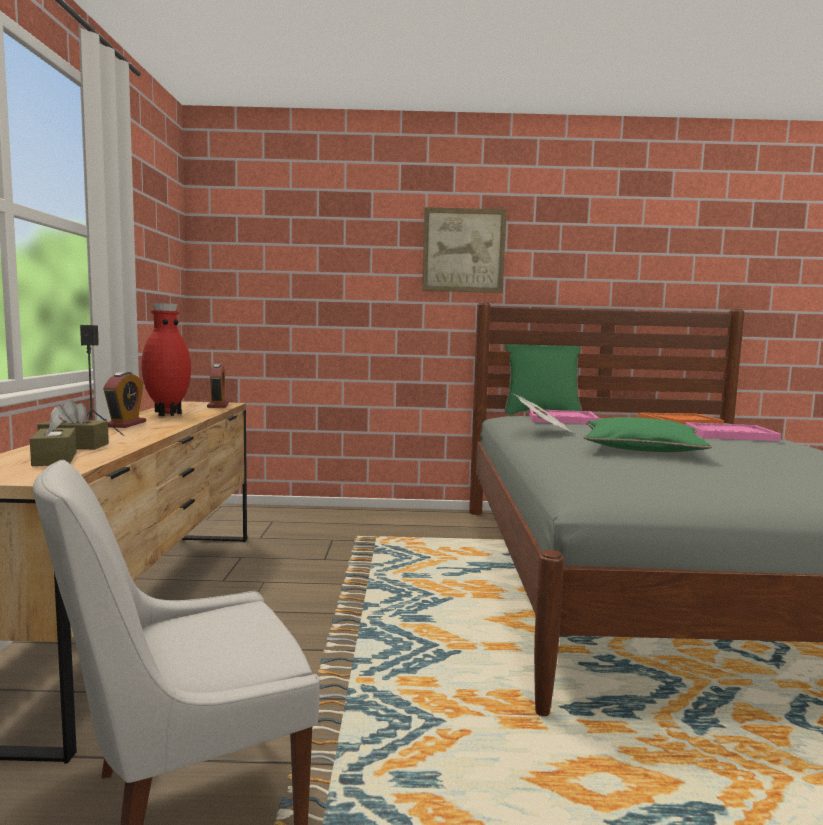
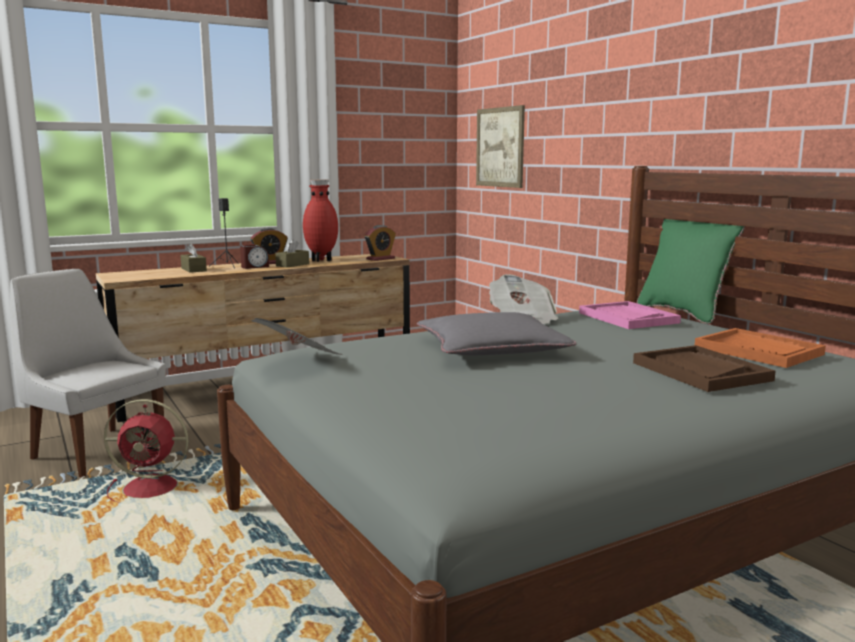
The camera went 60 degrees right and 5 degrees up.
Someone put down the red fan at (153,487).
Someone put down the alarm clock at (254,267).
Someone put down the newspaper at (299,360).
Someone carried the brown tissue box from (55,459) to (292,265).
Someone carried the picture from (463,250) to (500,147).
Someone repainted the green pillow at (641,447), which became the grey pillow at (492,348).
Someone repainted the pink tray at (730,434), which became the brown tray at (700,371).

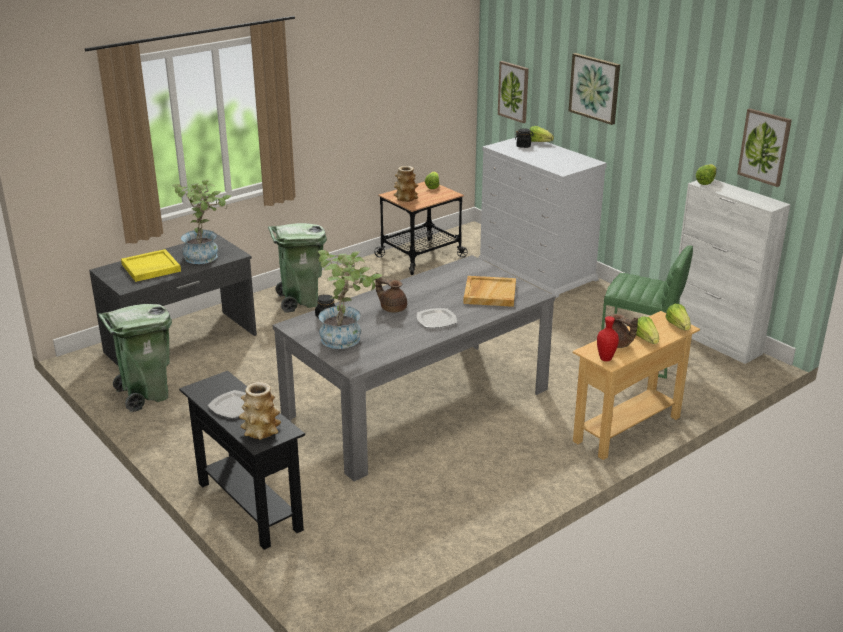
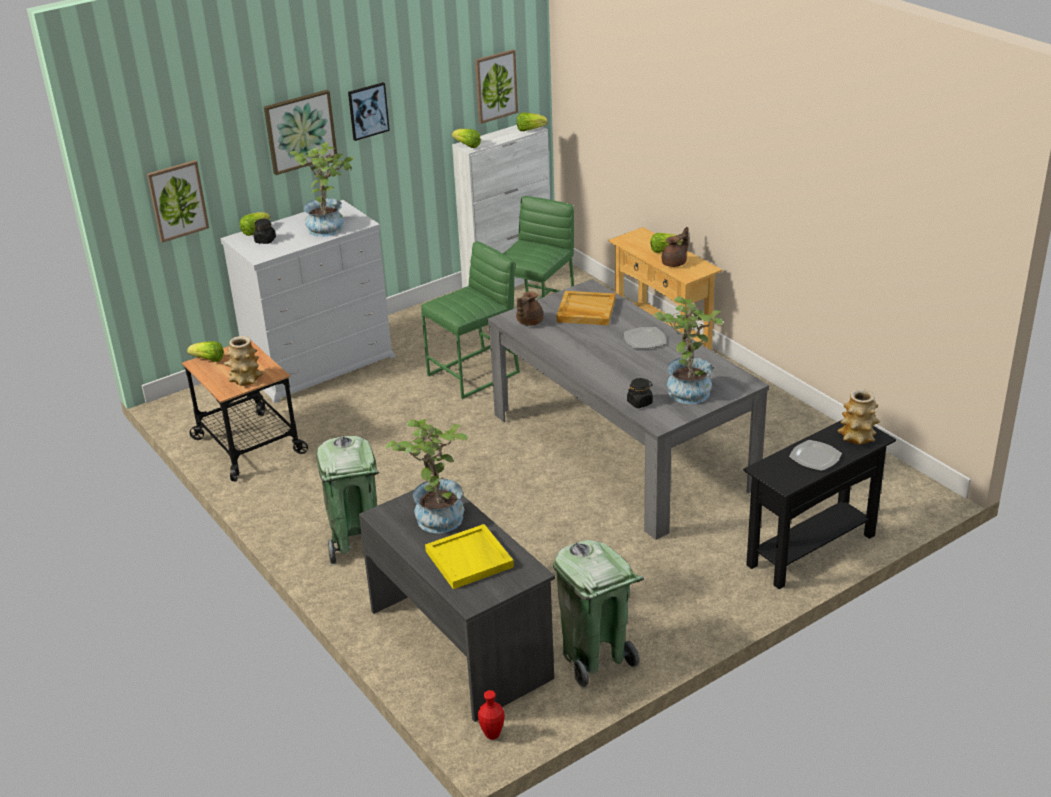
The camera went 85 degrees left and 5 degrees up.
Someone put down the potted plant at (330,226).
Someone put up the picture at (368,111).
Someone put down the green stool at (474,374).
Someone carried the brown teapot from (392,308) to (528,322).
Someone carried the red vase from (605,359) to (492,734).
Someone carried the lettuce from (678,326) to (530,130).

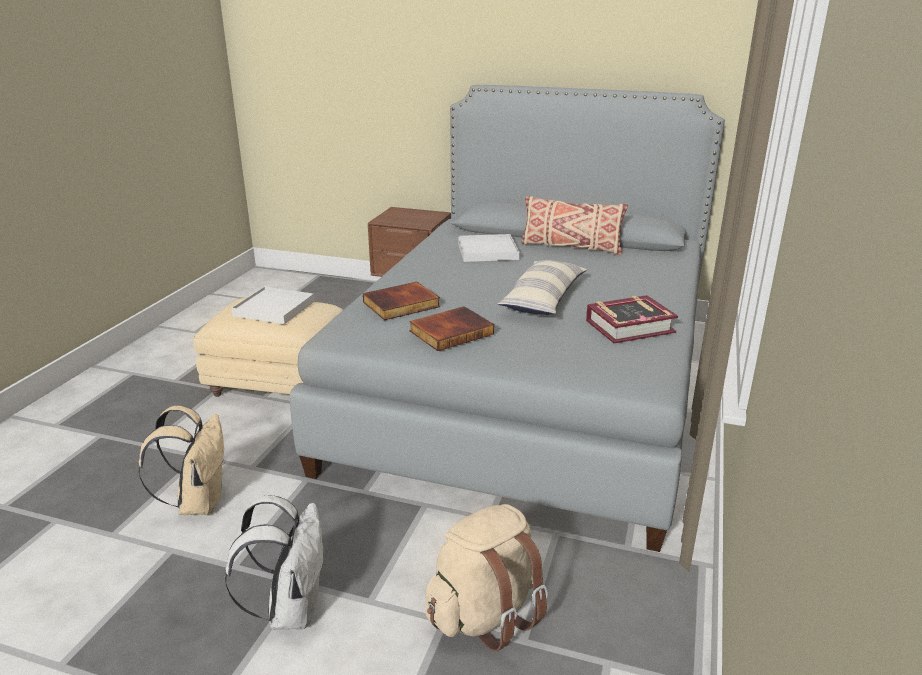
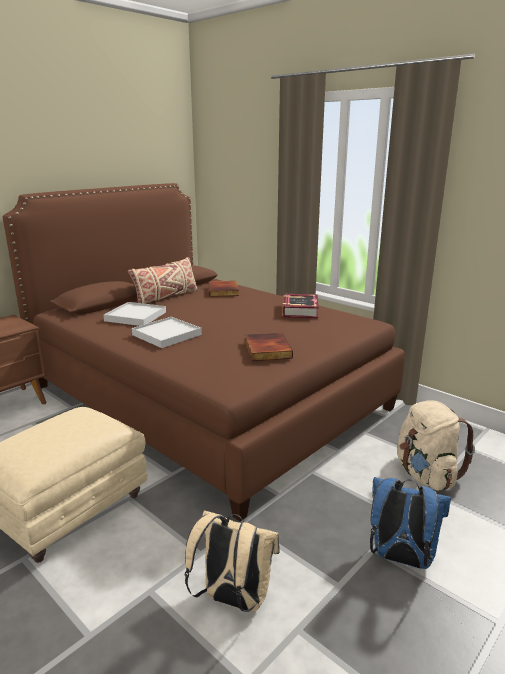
The camera went 65 degrees left and 5 degrees down.
Someone took away the pillow at (543,299).
Someone carried the white tray from (274,308) to (167,335).
Someone carried the book from (401,305) to (224,291).
Someone repainted the white backpack at (291,609), which became the blue backpack at (400,558).
Someone repainted the grey bed at (529,386), which became the brown bed at (206,397).

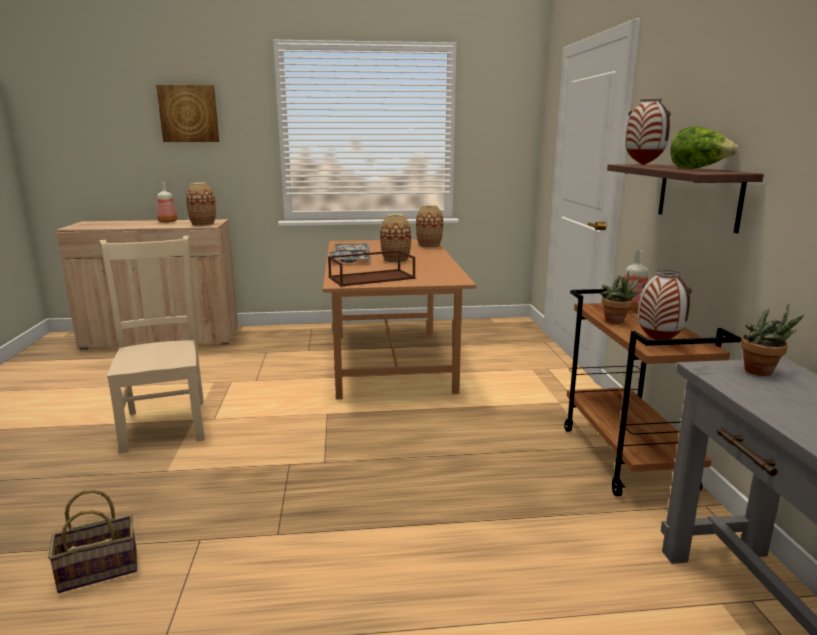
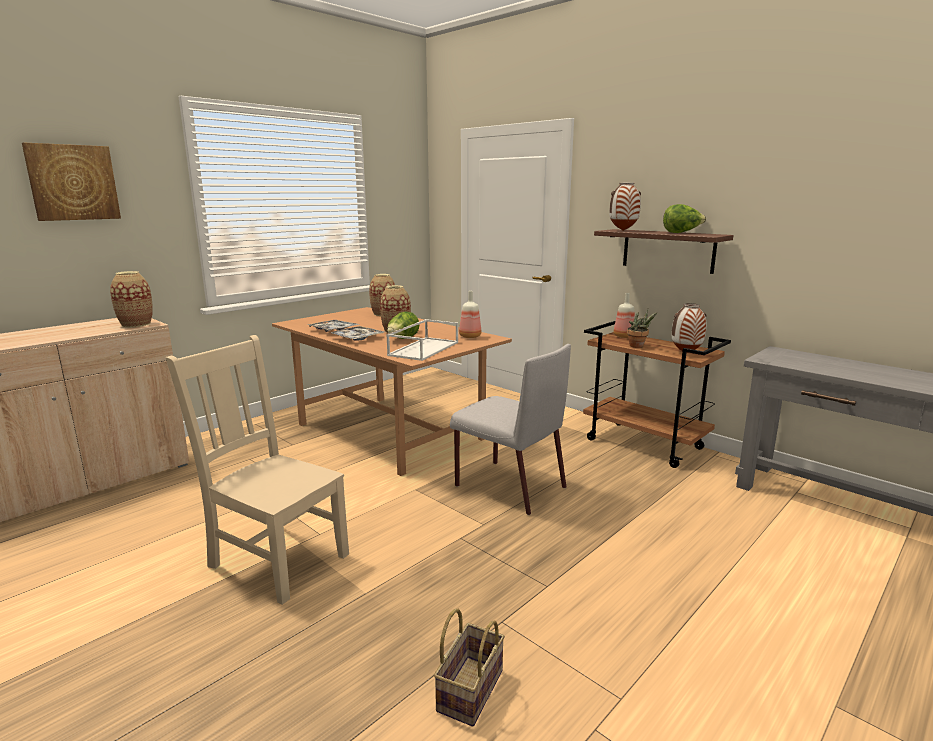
The camera went 40 degrees left and 0 degrees up.
Someone took away the potted plant at (762,372).
Someone put down the lettuce at (403,339).
Someone put down the grey chair at (508,486).
Someone carried the bottle from (167,222) to (469,336).
Someone repainted the brown tray at (372,277), which became the white tray at (423,348).

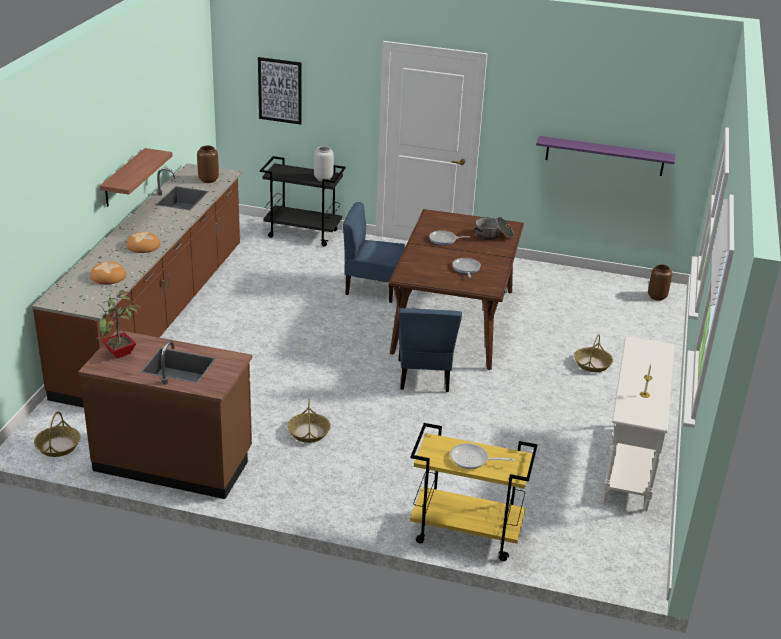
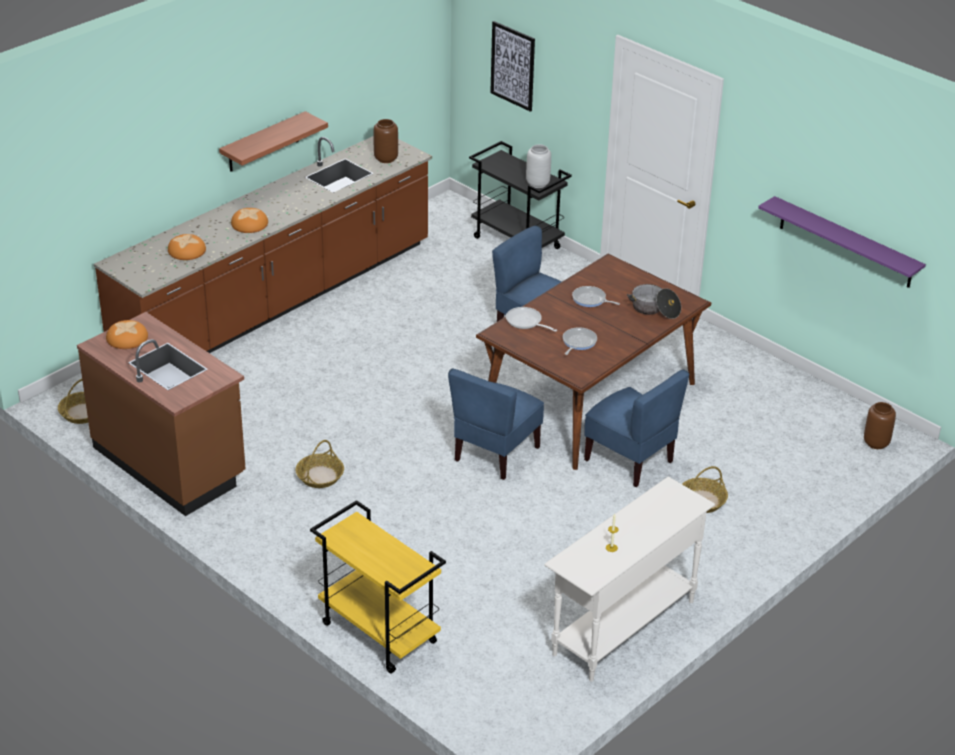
The camera went 30 degrees right and 5 degrees up.
Someone put down the blue chair at (630,460).
Someone carried the frying pan from (472,460) to (526,322).
Someone swapped the potted plant at (120,353) for the bread at (127,338).

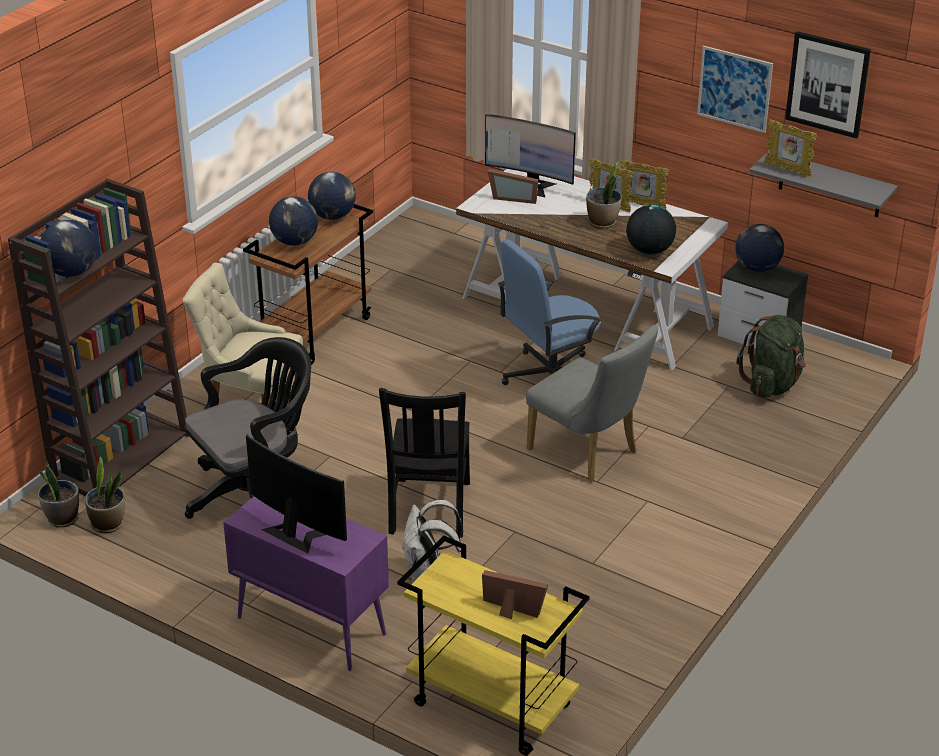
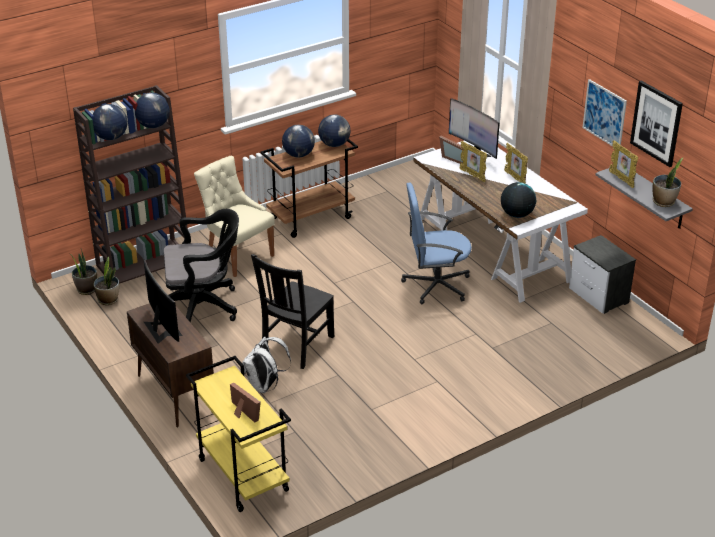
The camera went 25 degrees right and 0 degrees up.
Someone took away the grey chair at (589,453).
Someone took away the green backpack at (772,384).
Someone carried the potted plant from (602,222) to (664,202).
Someone carried the picture frame from (642,205) to (472,175).
Someone carried the globe from (757,268) to (153,126).
Someone repainted the purple cabinet at (310,625), which became the brown cabinet at (174,393).

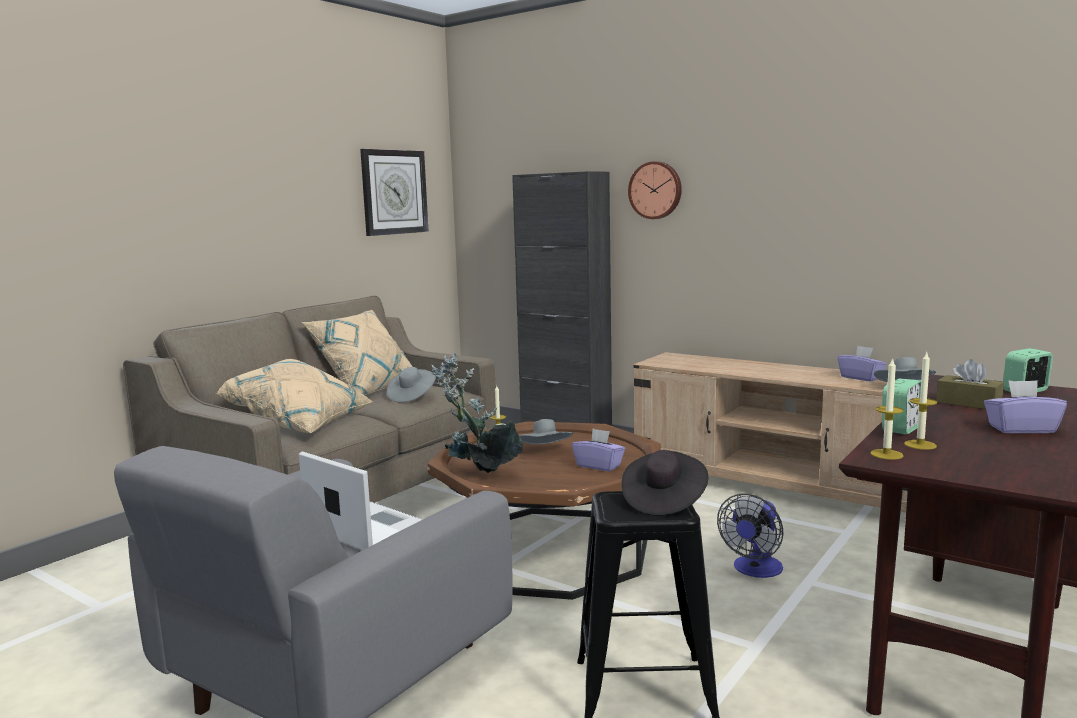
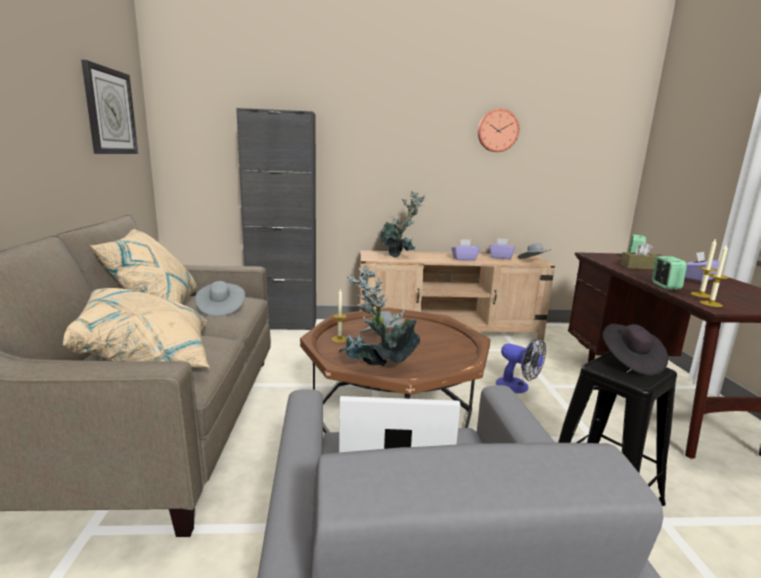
The camera went 40 degrees left and 5 degrees up.
Someone put down the potted plant at (399,256).
Someone carried the purple tissue box from (599,466) to (464,258).
Someone carried the wall clock from (656,190) to (497,130).
Someone rotated the fan at (755,570) by 45 degrees counterclockwise.

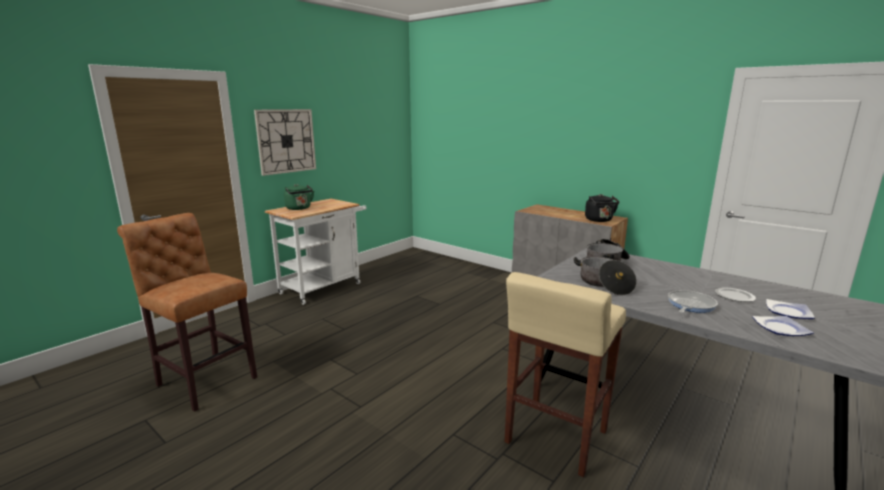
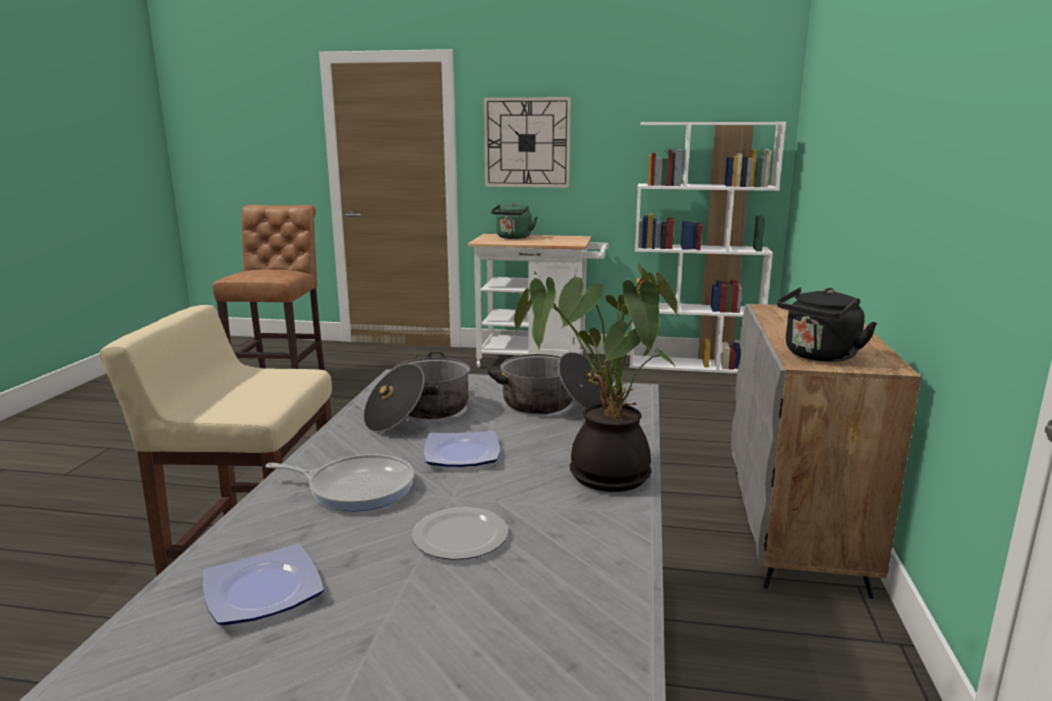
The camera went 60 degrees right and 0 degrees up.
Someone put down the potted plant at (602,475).
Someone put down the white bookcase at (693,365).
Someone carried the plate from (789,312) to (460,455).

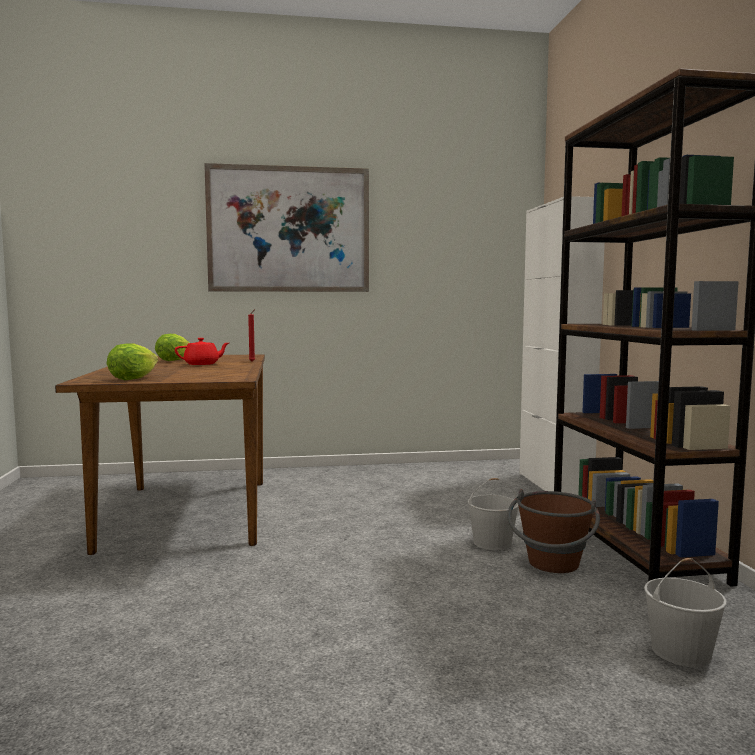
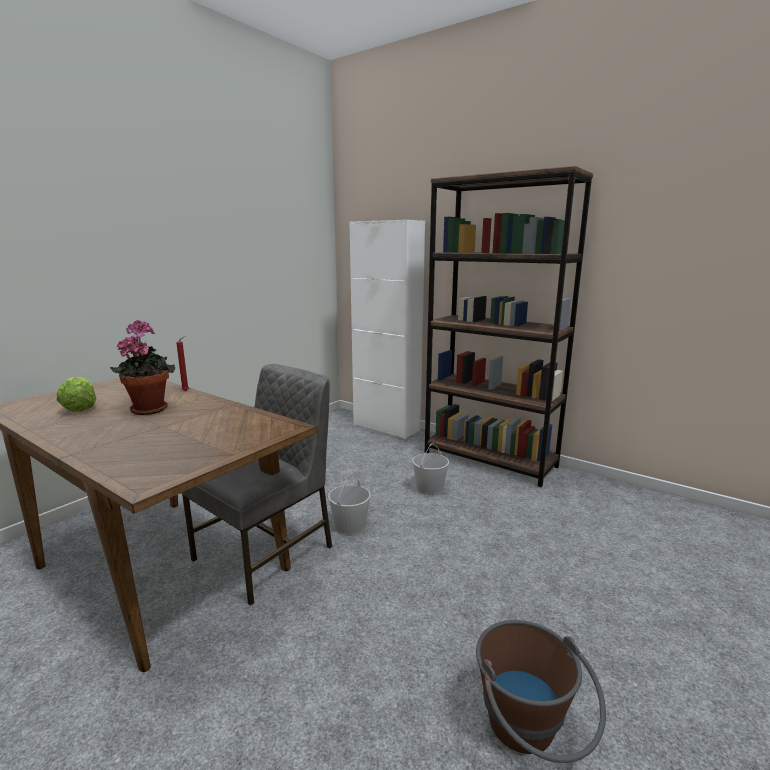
The camera went 45 degrees left and 10 degrees up.
Someone took away the lettuce at (133,379).
Someone took away the picture at (289,229).
Someone put down the grey chair at (267,553).
Someone carried the brown bucket from (552,567) to (530,735).
Someone carried the white bucket from (681,651) to (350,525).
Someone swapped the red teapot at (202,364) for the potted plant at (149,408).

